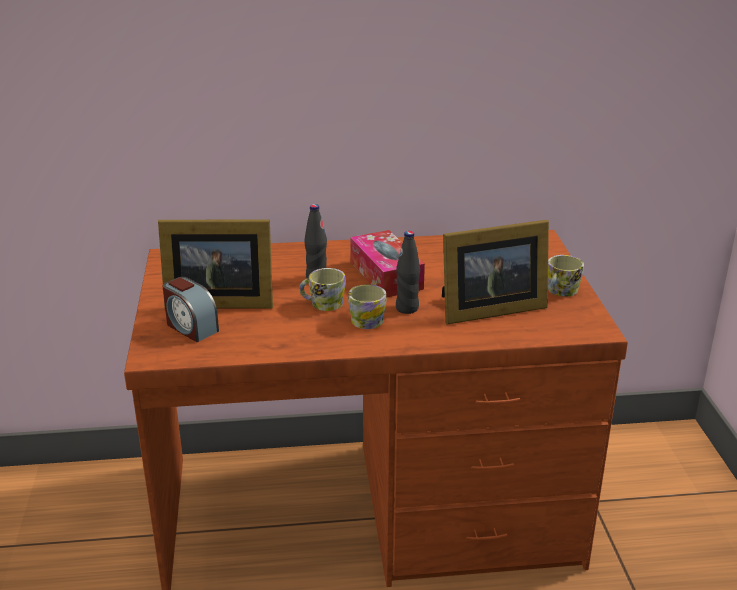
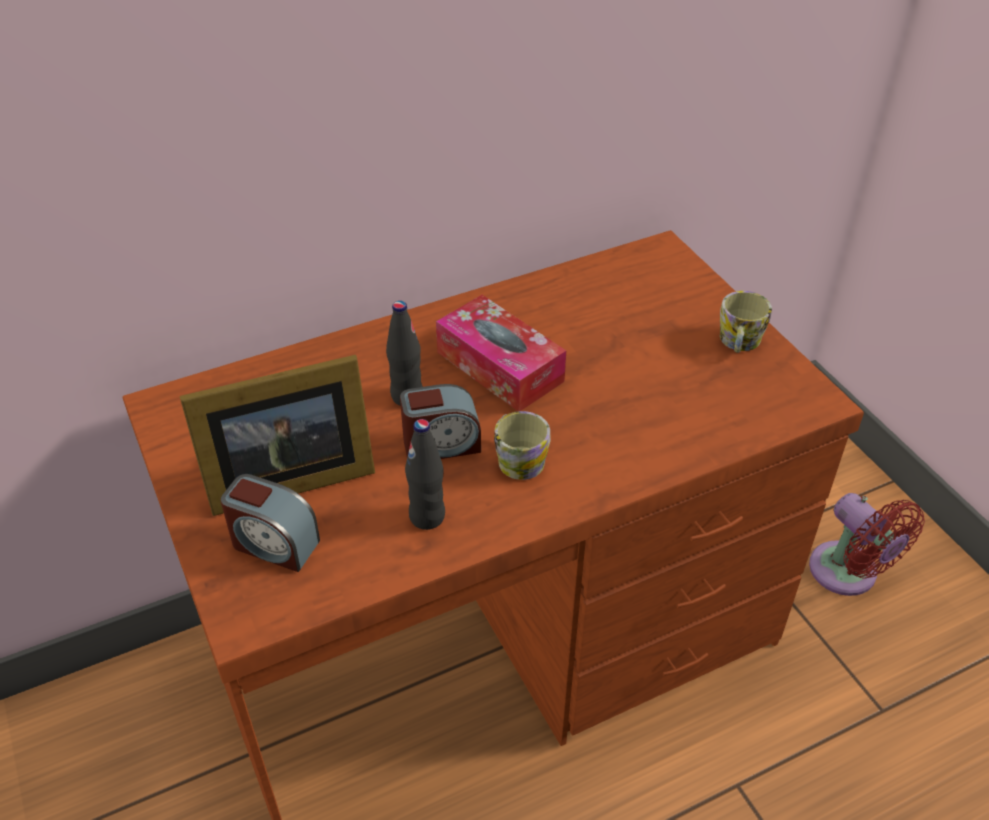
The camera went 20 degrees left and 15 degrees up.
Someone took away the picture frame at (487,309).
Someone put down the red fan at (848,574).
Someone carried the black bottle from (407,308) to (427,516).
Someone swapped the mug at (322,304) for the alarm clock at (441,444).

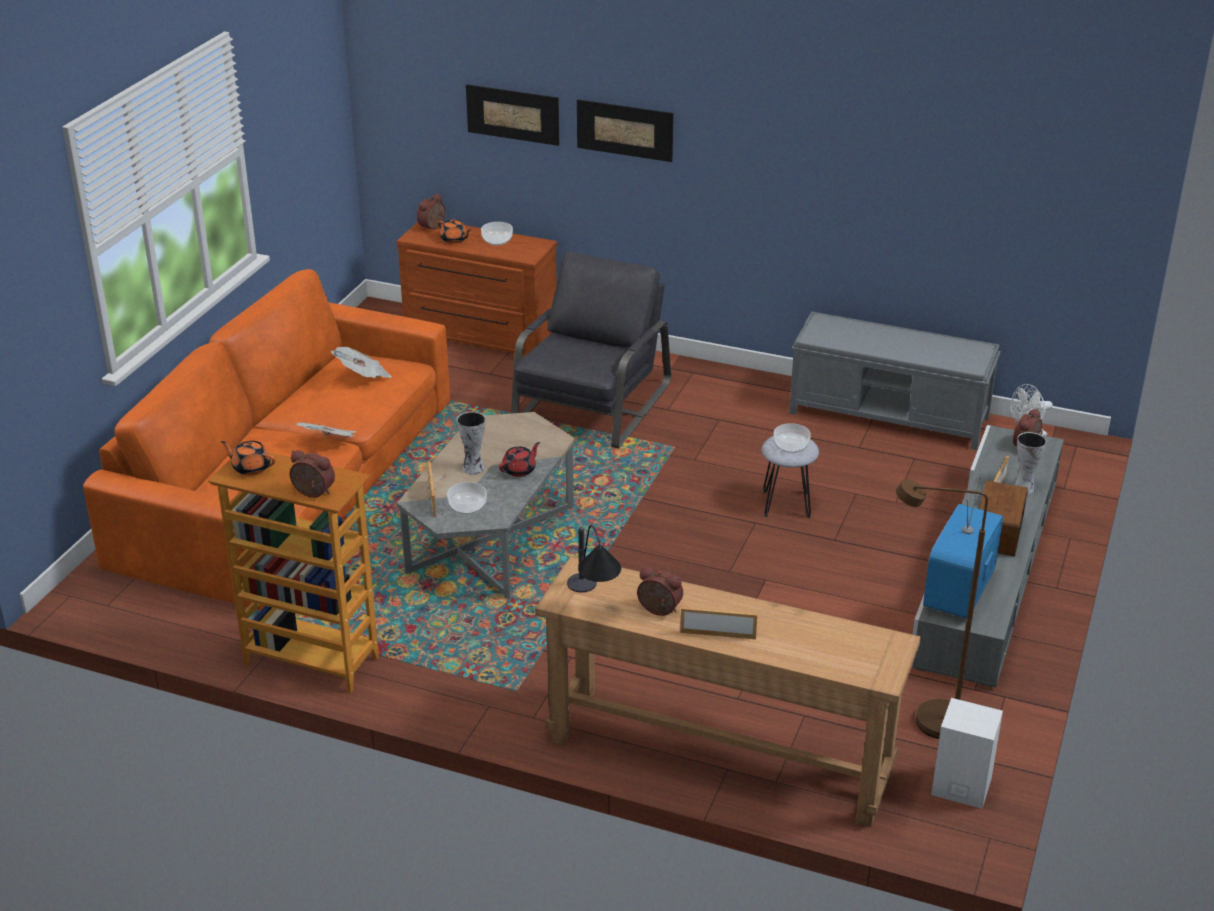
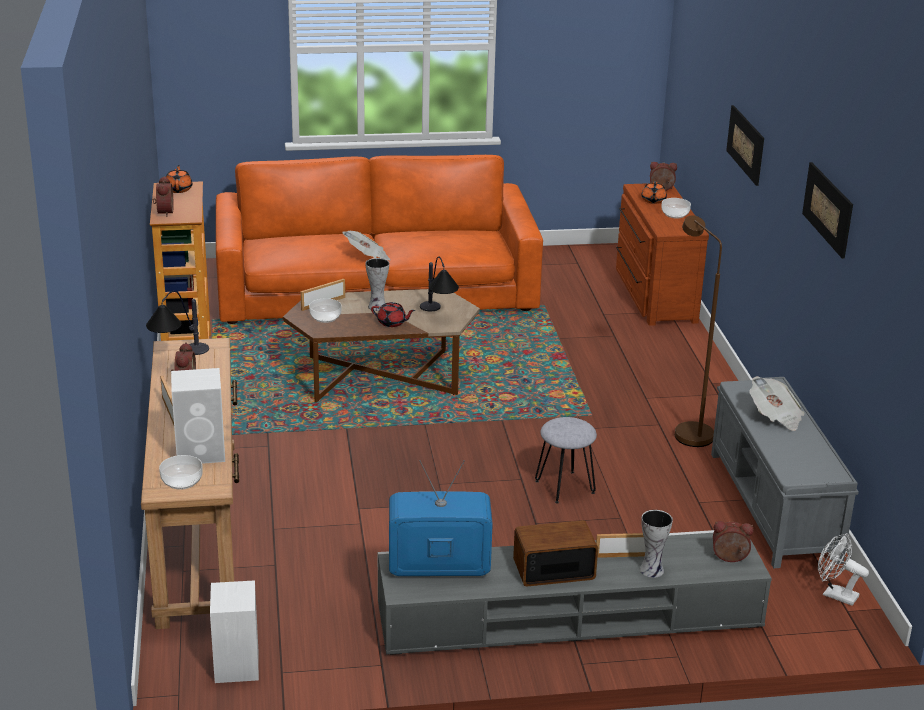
The camera went 60 degrees right and 5 degrees down.
Someone took away the grey armchair at (591,405).
Someone put down the white speaker at (202,452).
Someone put down the table lamp at (438,315).
Someone carried the newspaper from (363,376) to (775,417).
Someone carried the picture from (513,114) to (827,209).
Someone carried the bowl from (791,446) to (181,481).
Someone carried the brown floor lamp from (926,720) to (688,431).
Someone repainted the grey coffee table at (490,540), which became the brown coffee table at (382,376).

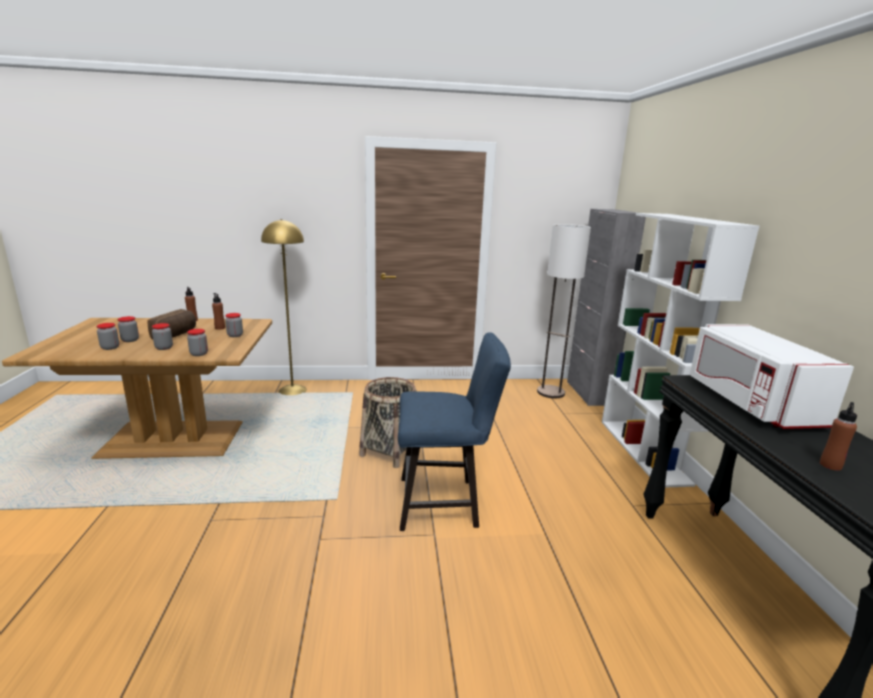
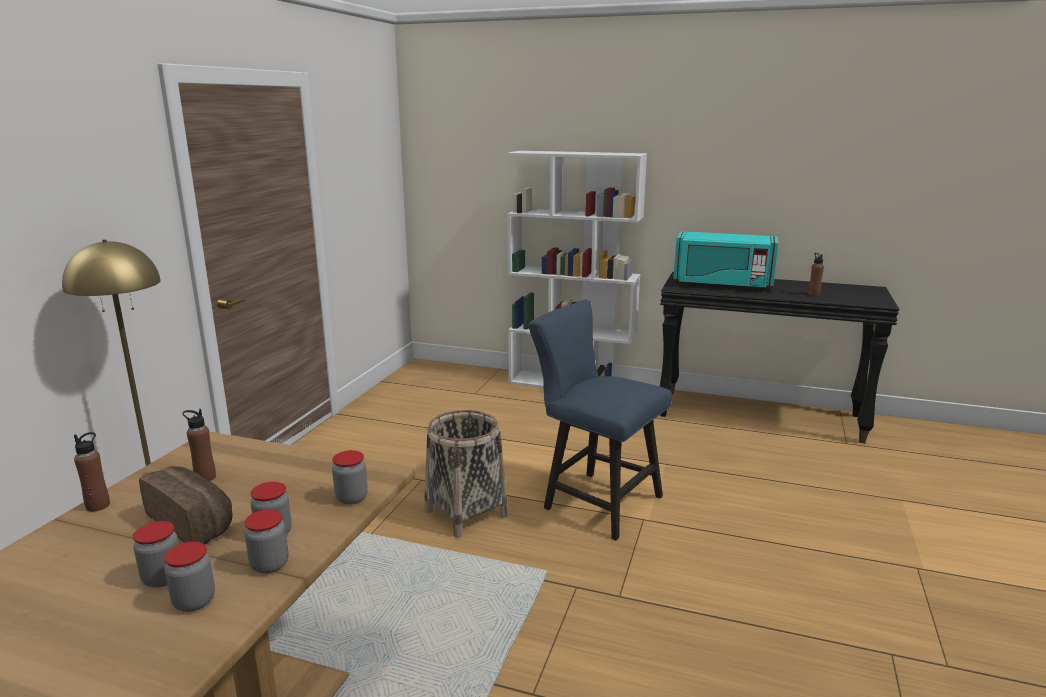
The camera went 65 degrees left and 0 degrees up.
Someone took away the floor lamp at (550,392).
Someone took away the grey cabinet at (588,393).
Someone carried the jar from (235,335) to (269,565).
Someone repainted the white microwave at (749,402), which became the turquoise microwave at (722,284).
Someone rotated the blue chair at (445,503) by 75 degrees counterclockwise.

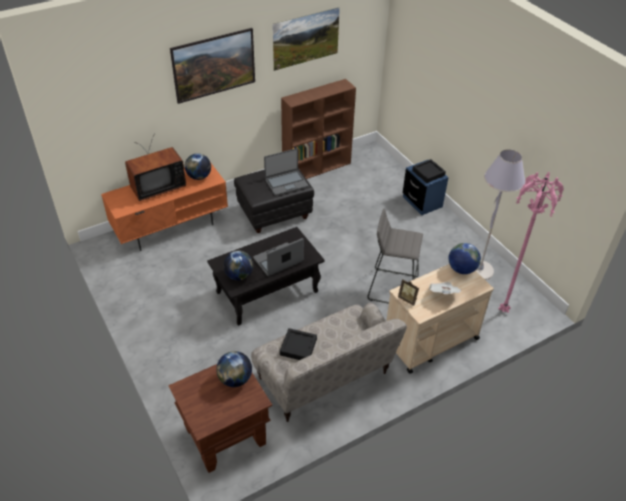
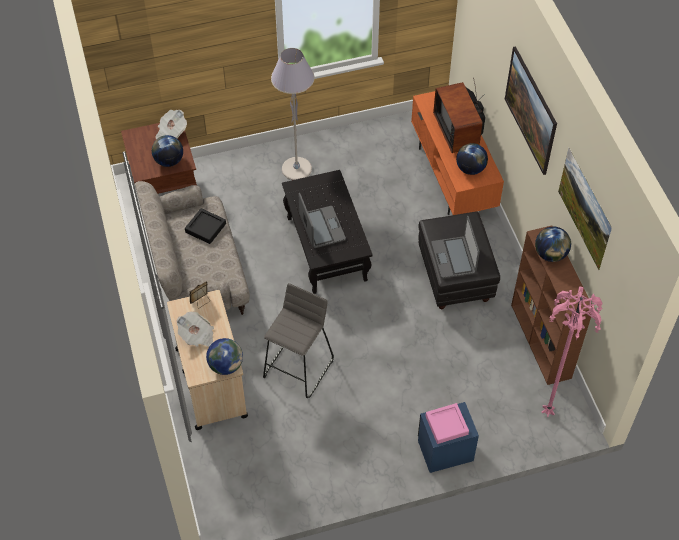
The camera went 105 degrees right and 10 degrees up.
Someone put down the newspaper at (171,132).
Someone carried the globe from (239,275) to (550,254).
Someone carried the grey floor lamp from (479,270) to (296,169).
Someone carried the pink floor lamp from (502,311) to (547,411).
Someone repainted the black tray at (428,173), which became the pink tray at (446,425).

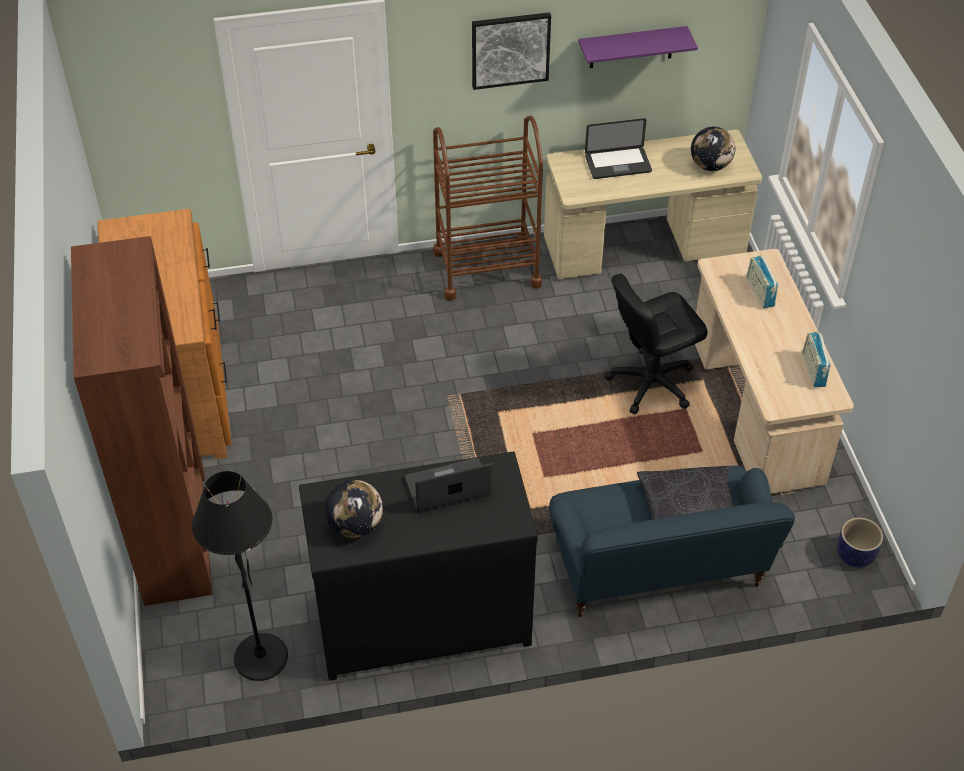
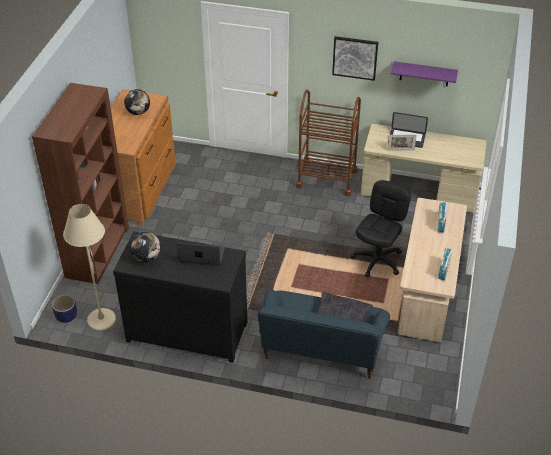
The camera went 25 degrees right and 5 degrees down.
Someone put down the picture frame at (401,150).
Someone carried the globe from (710,166) to (138,112).
Someone carried the planter from (855,556) to (66,317).
Someone repainted the black floor lamp at (260,658), which became the beige floor lamp at (101,320).
Someone rotated the black office chair at (651,383) by 120 degrees clockwise.

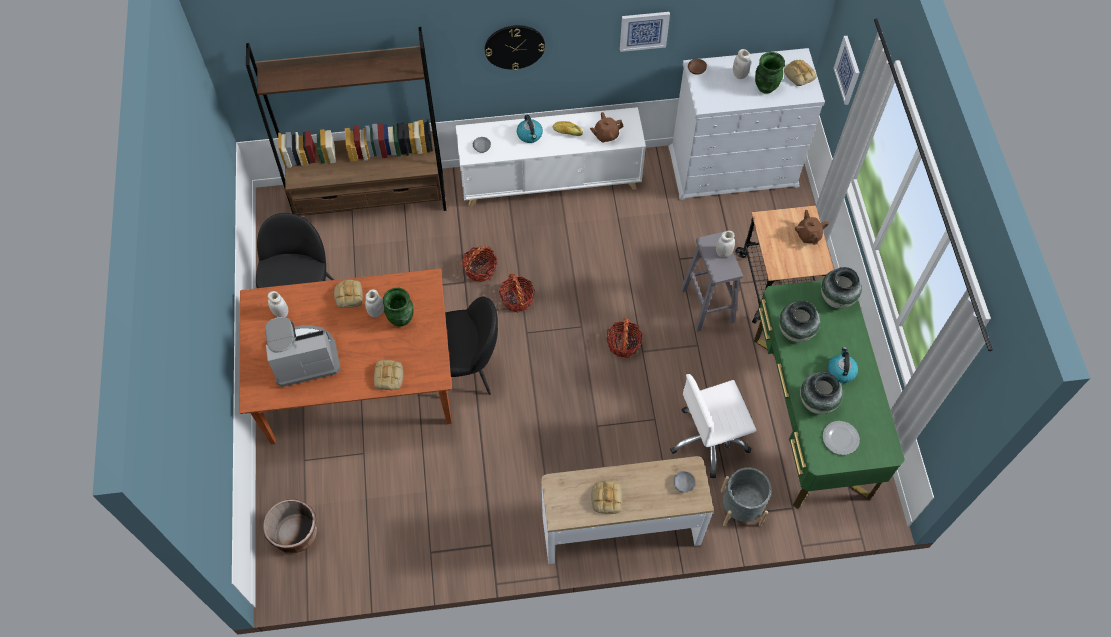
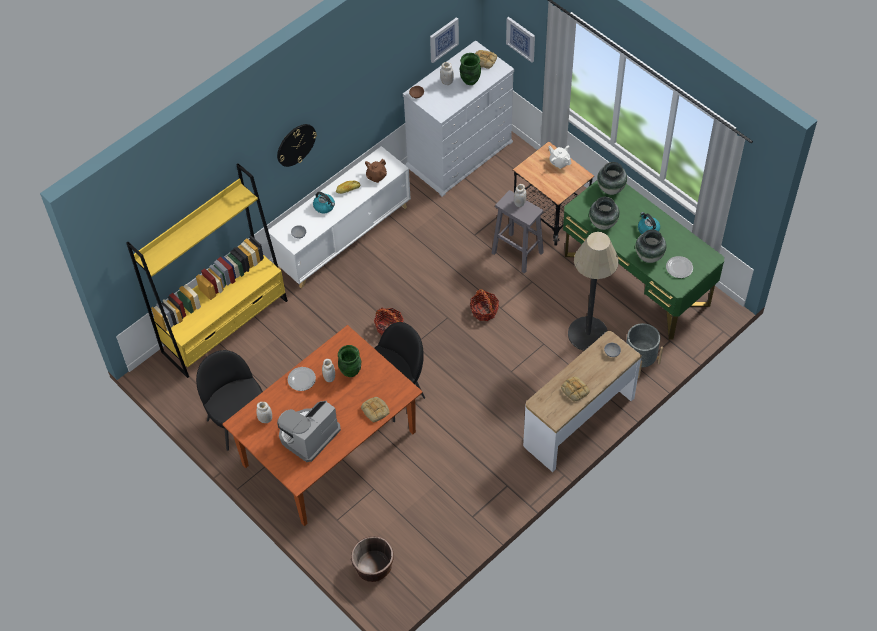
The camera went 35 degrees left and 5 degrees down.
Someone took away the basket at (480,269).
Someone carried the picture from (644,30) to (443,39).
Someone swapped the bread at (348,295) for the plate at (301,379).
Someone swapped the white office chair at (709,440) for the floor lamp at (587,334).
Someone repainted the brown bookcase at (371,199), which became the yellow bookcase at (225,326).
Someone repainted the brown teapot at (808,235), which became the white teapot at (559,162).

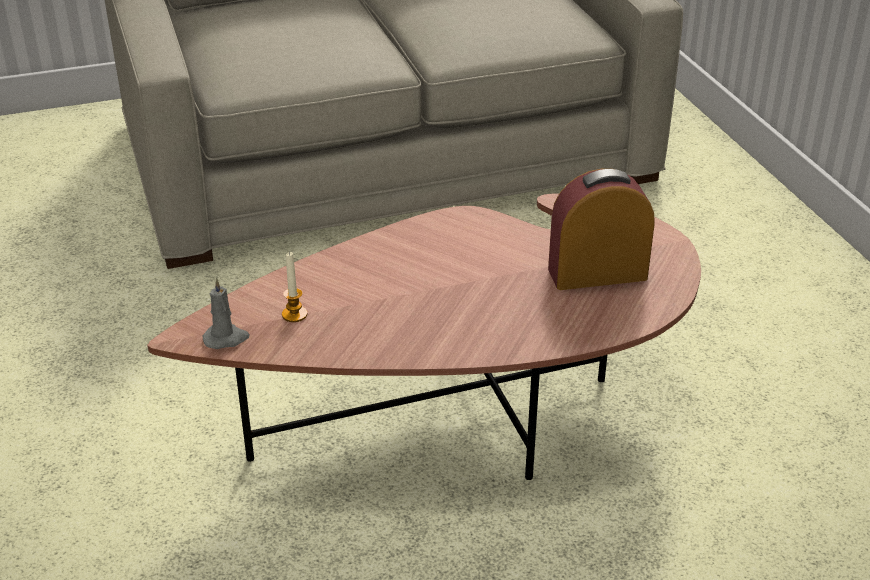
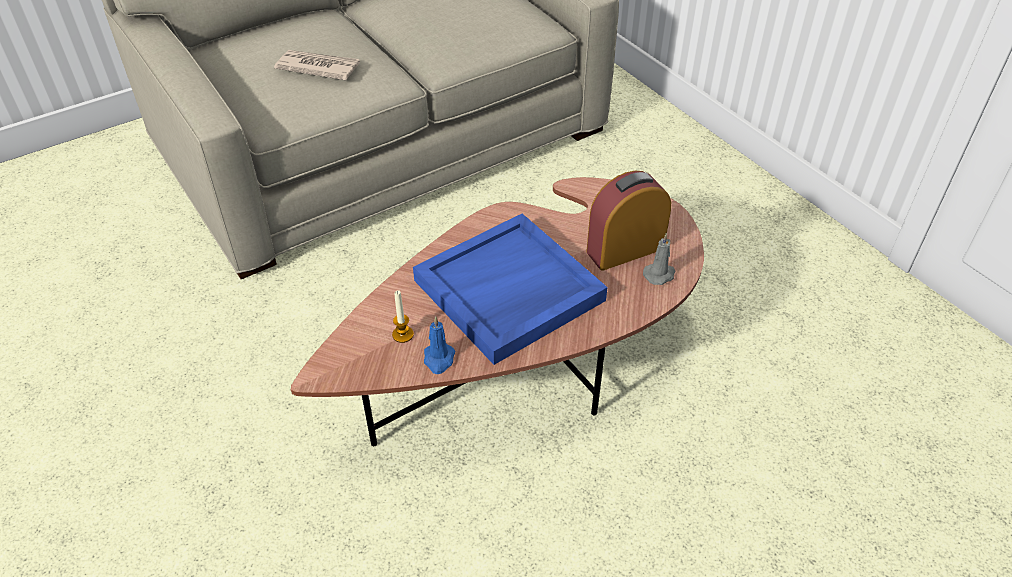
The camera went 15 degrees left and 10 degrees up.
Someone put down the newspaper at (318,67).
Someone put down the blue tray at (508,292).
Someone put down the blue candle at (439,359).
Someone carried the grey candle from (226,338) to (660,274).

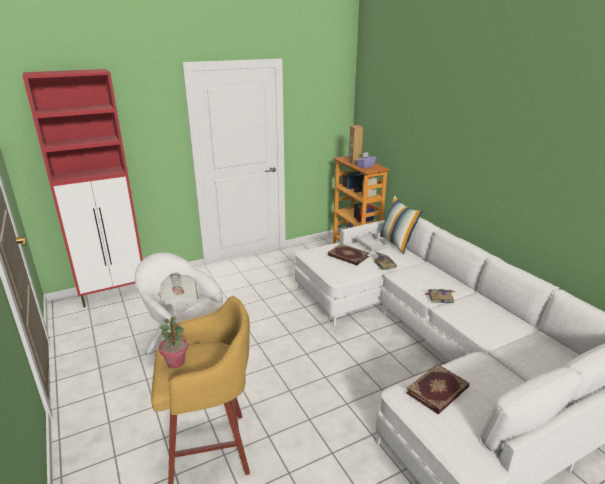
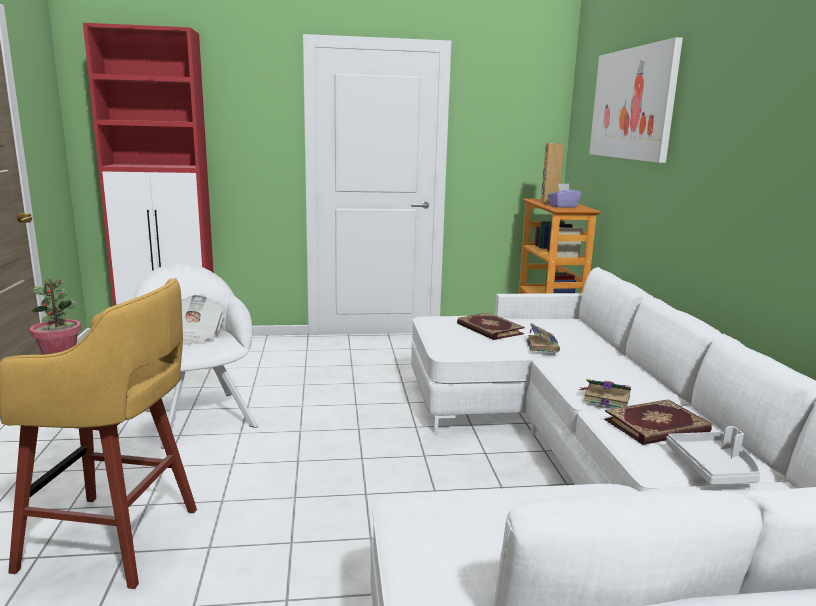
The camera went 20 degrees right and 10 degrees down.
Someone took away the pillow at (396,243).
Someone put up the picture at (632,104).
Someone carried the grey tray from (372,246) to (713,468).
Someone carried the book from (438,391) to (657,426).

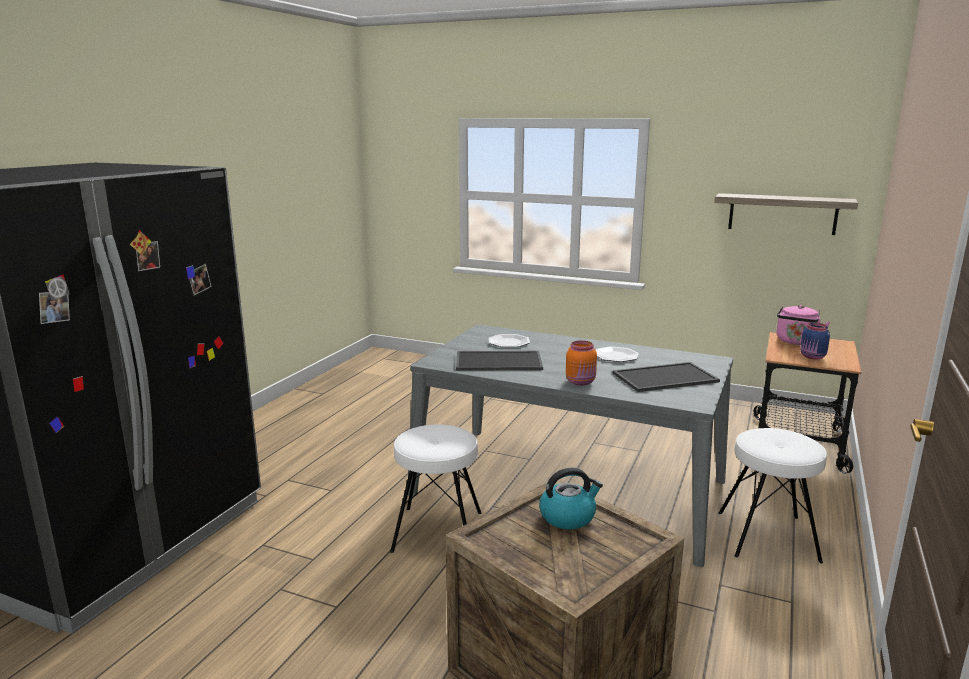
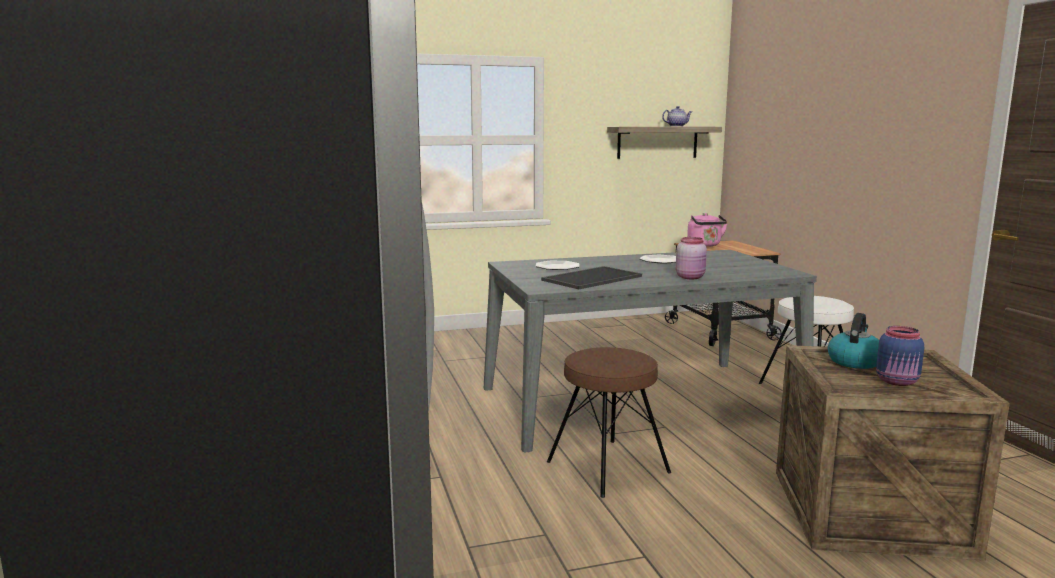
The camera went 40 degrees left and 5 degrees down.
Someone took away the tray at (665,378).
Someone put down the teapot at (677,126).
Someone carried the blue jar from (812,357) to (898,382).
Someone repainted the white stool at (437,531), which became the brown stool at (607,467).
Someone repainted the orange jar at (581,382), which became the pink jar at (691,277).

